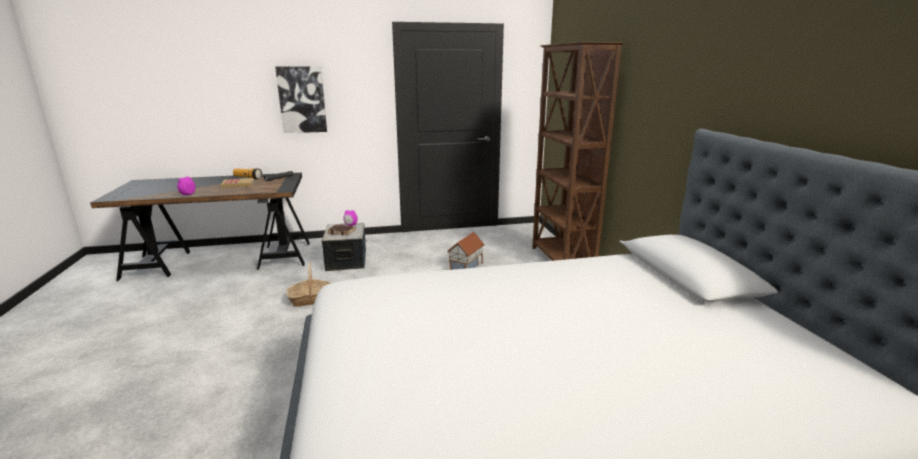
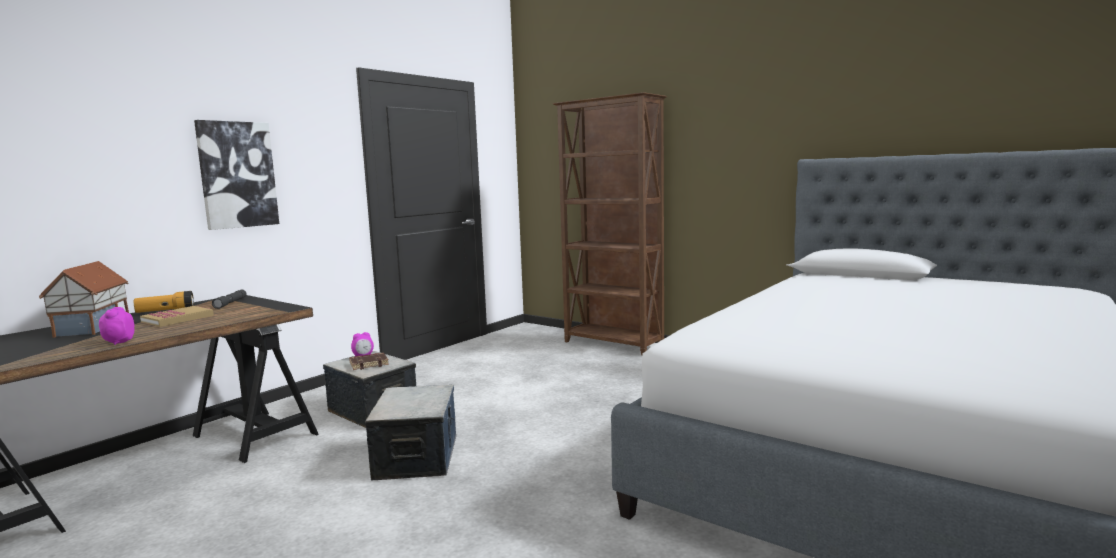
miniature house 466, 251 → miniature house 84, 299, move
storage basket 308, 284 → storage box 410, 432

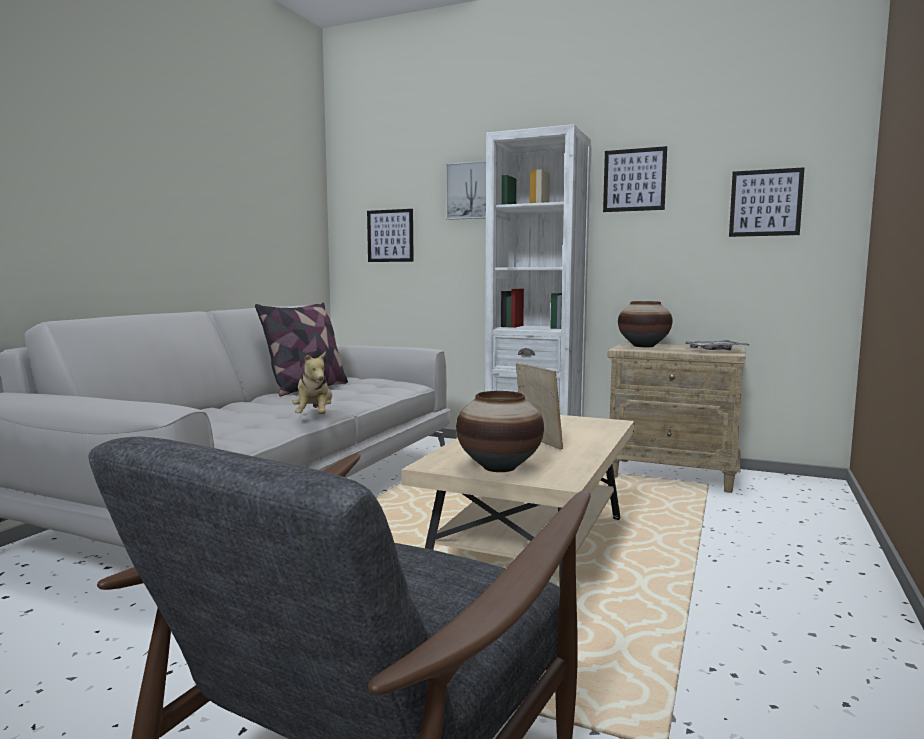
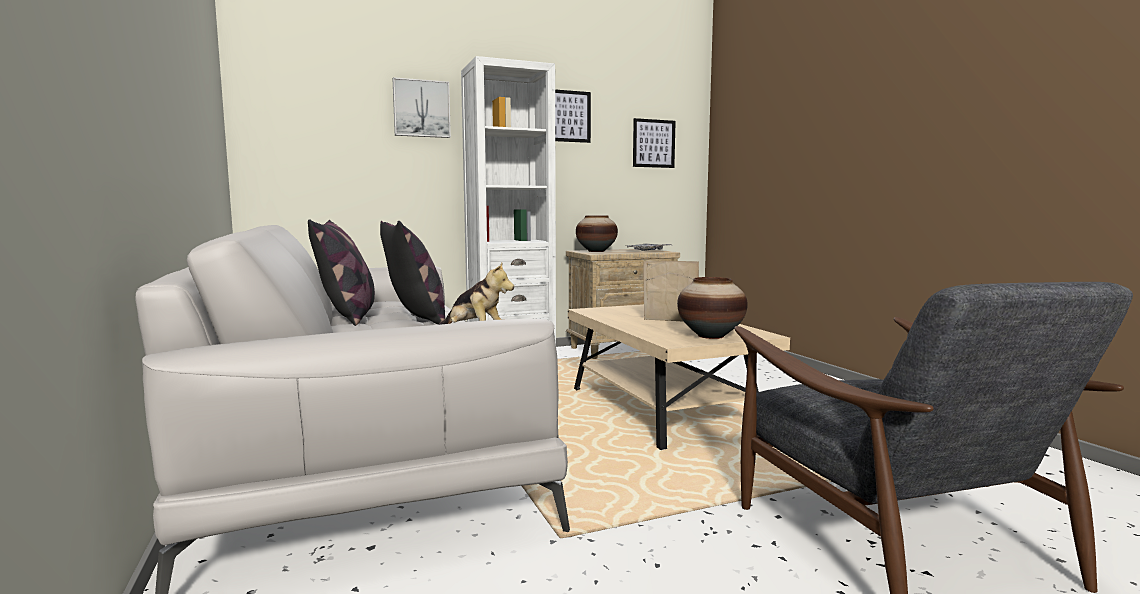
picture 390, 235 → -
- → throw pillow 412, 272

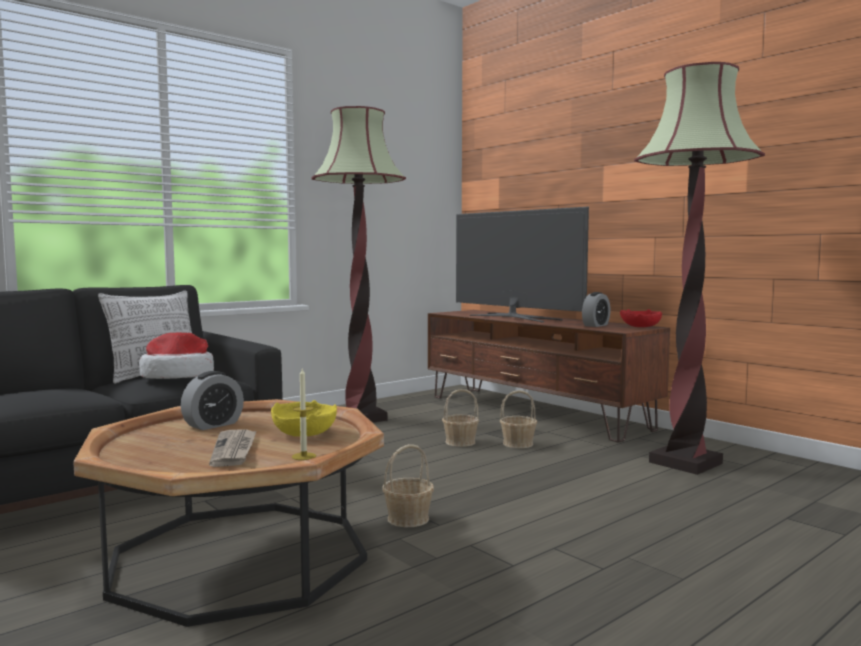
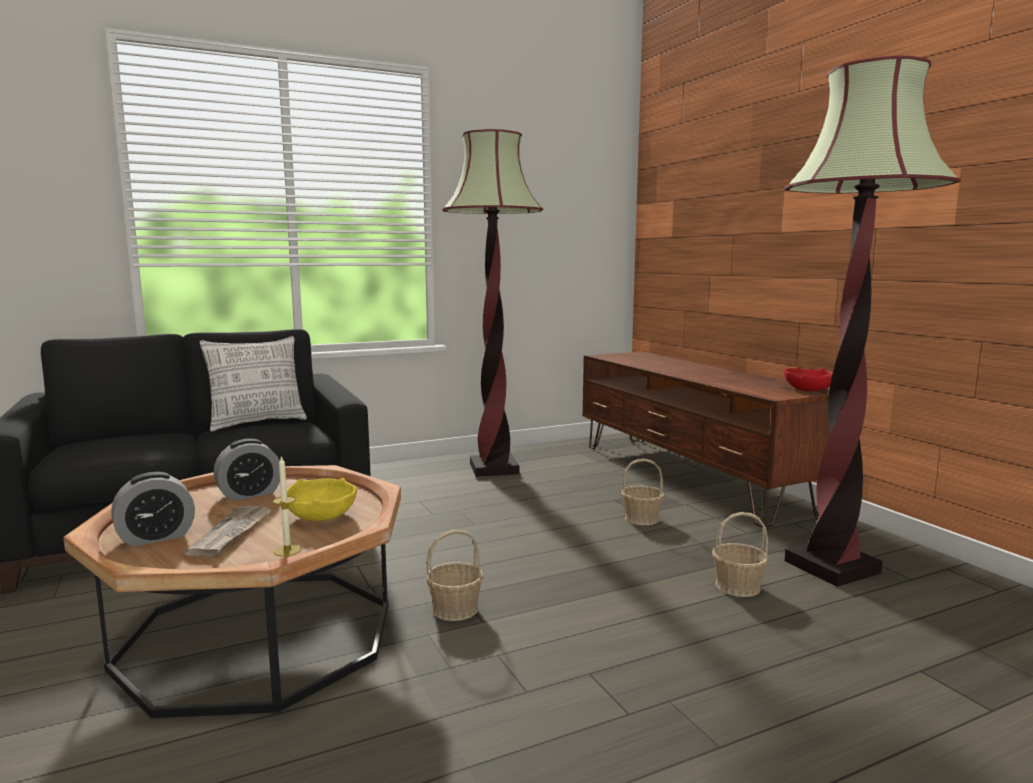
TV set 522, 264 → -
alarm clock 596, 309 → alarm clock 153, 509, move
clothing hat 176, 356 → -
storage basket 460, 418 → storage basket 740, 554, move

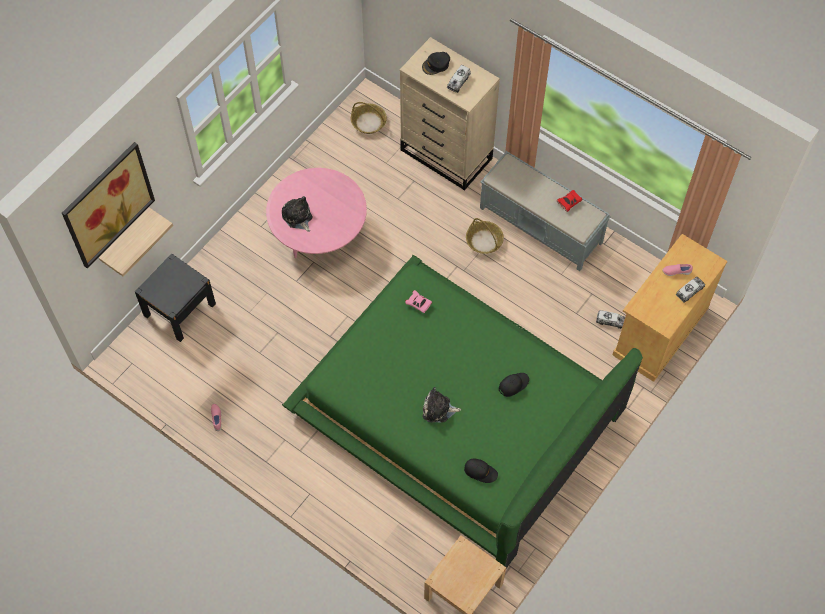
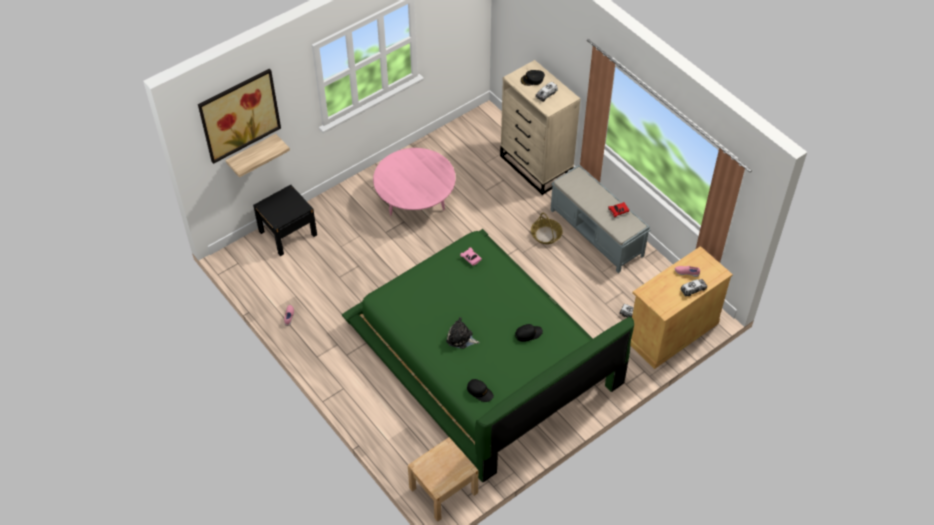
storage basket 369, 118 → -
cuddly toy 297, 214 → -

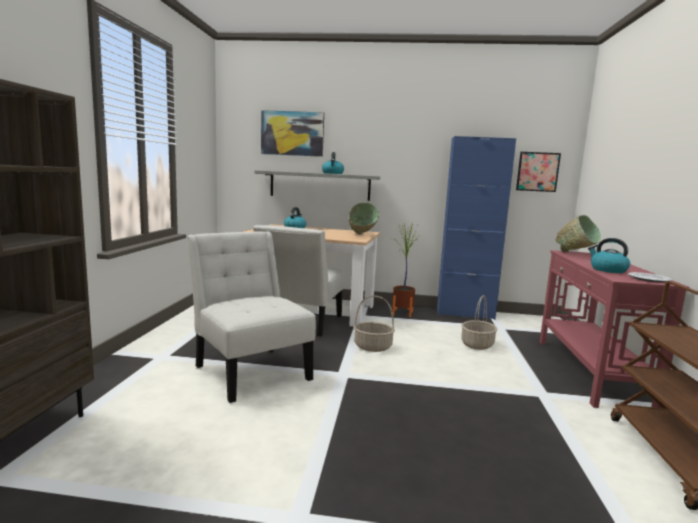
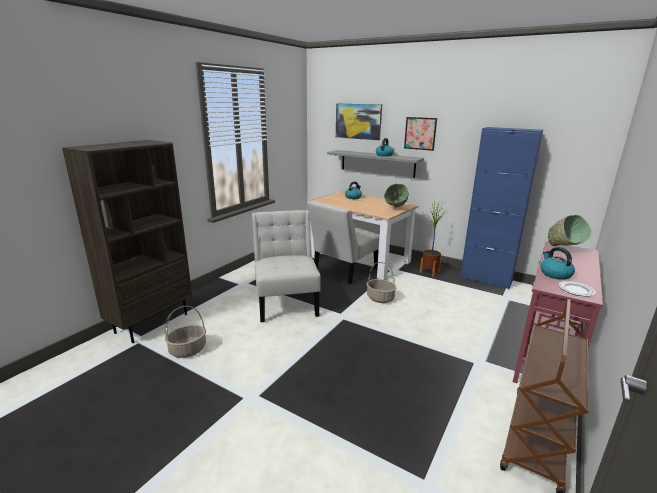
picture 538, 172 → picture 420, 134, move
storage basket 479, 322 → storage basket 185, 332, move

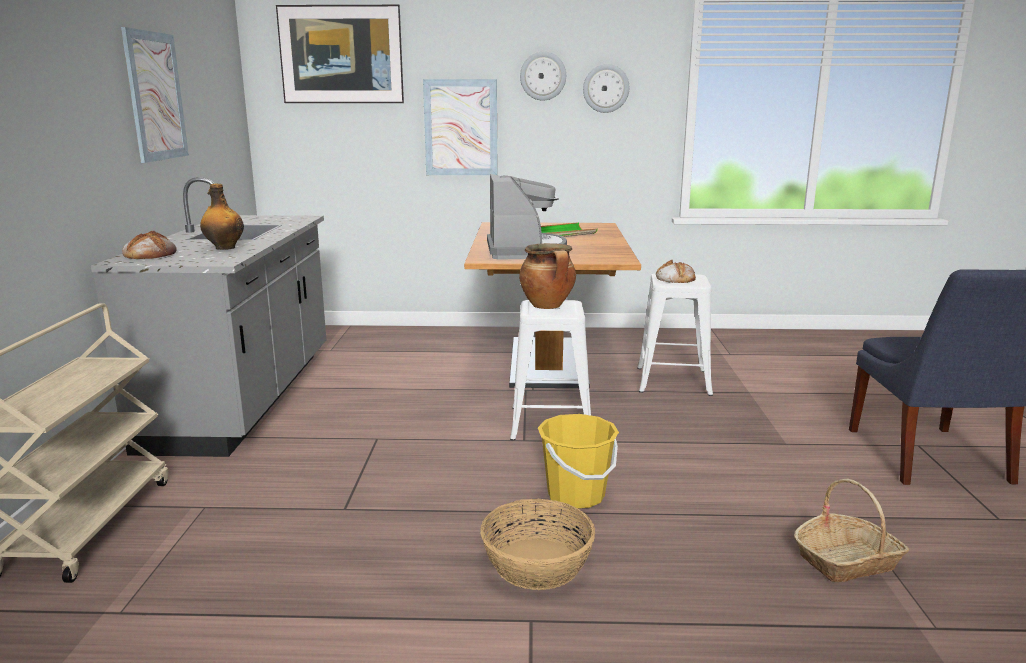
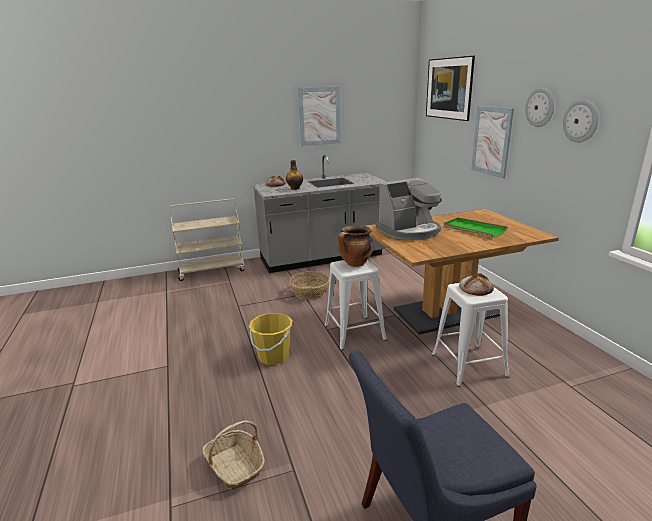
storage basket 537, 544 → storage basket 309, 285, move

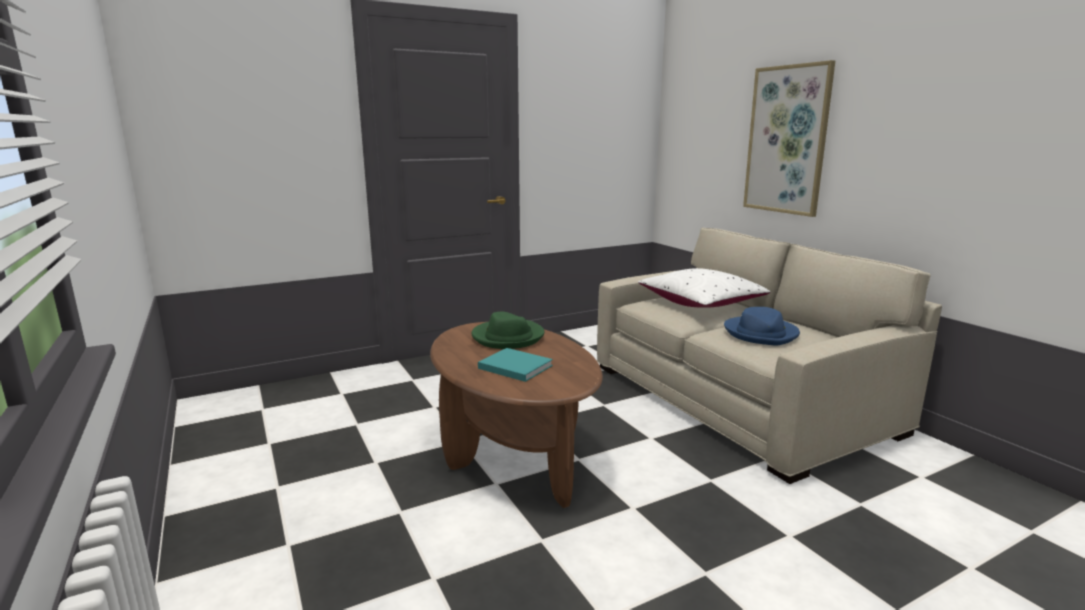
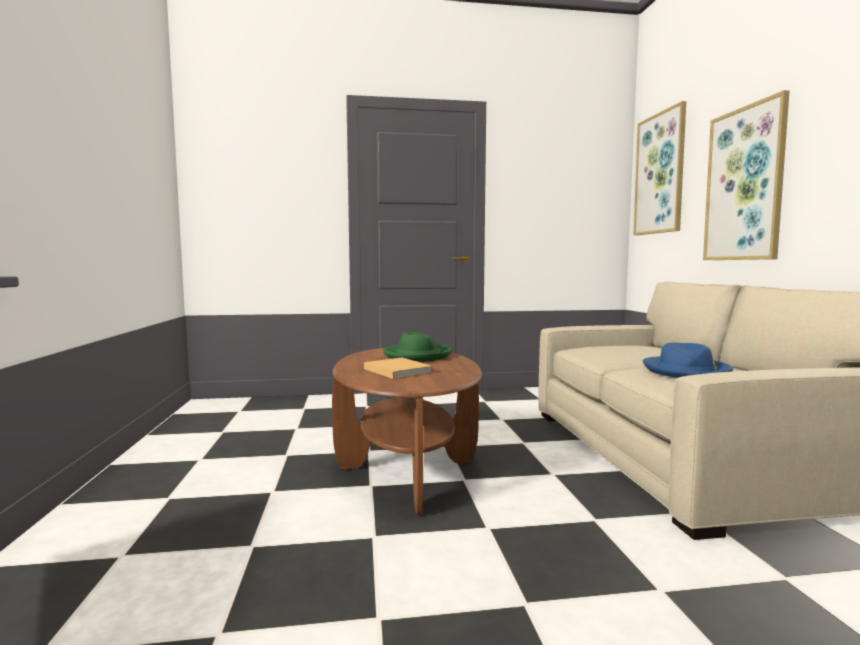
white throw pillow 704, 287 → -
turquoise-coloured book 515, 365 → beige-coloured book 398, 368
- → picture 660, 168

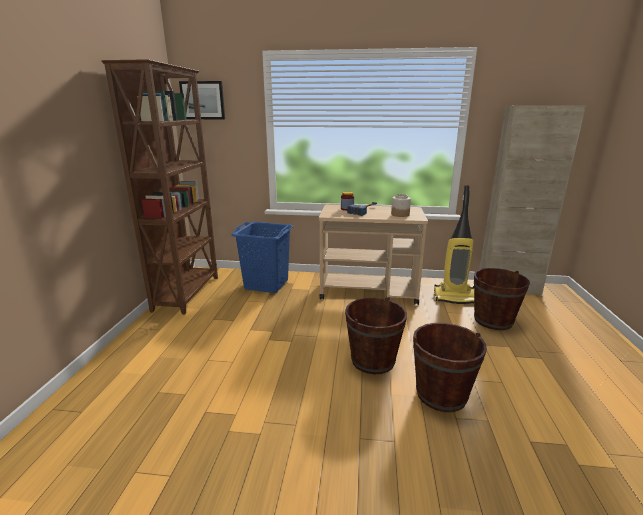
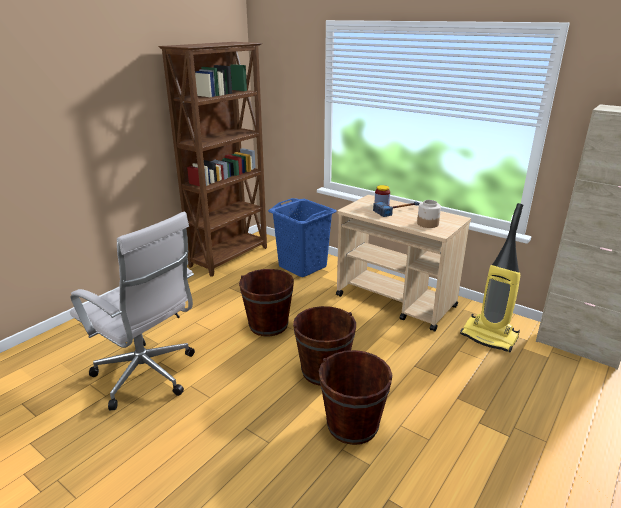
picture 202, 100 → -
brown-coloured pail 502, 299 → brown-coloured pail 266, 302, move
- → white office chair 132, 311

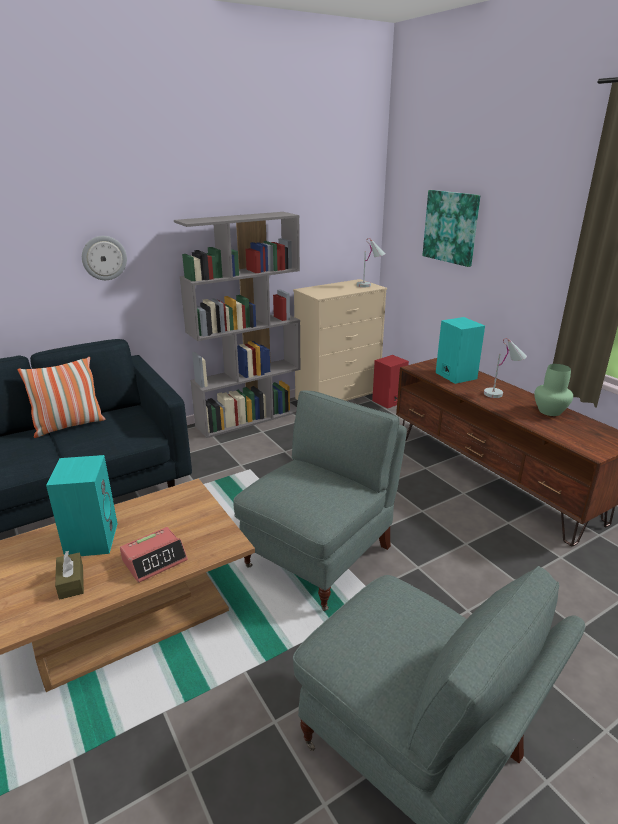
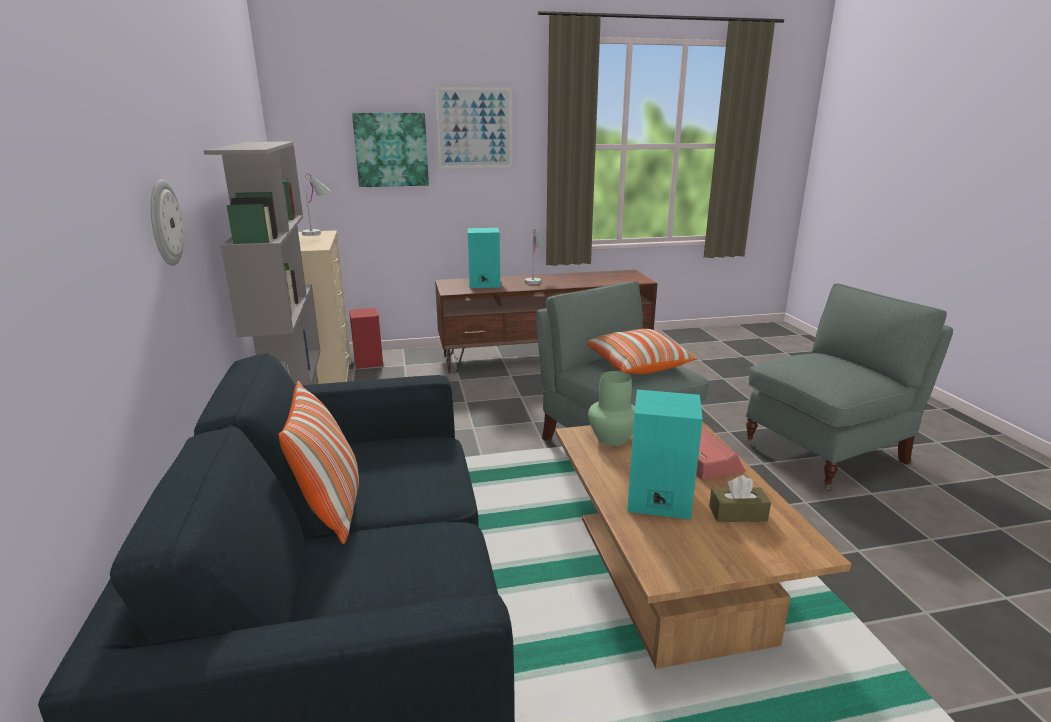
green vase 553, 390 → green vase 611, 408, move
- → picture 473, 127
- → throw pillow 642, 351

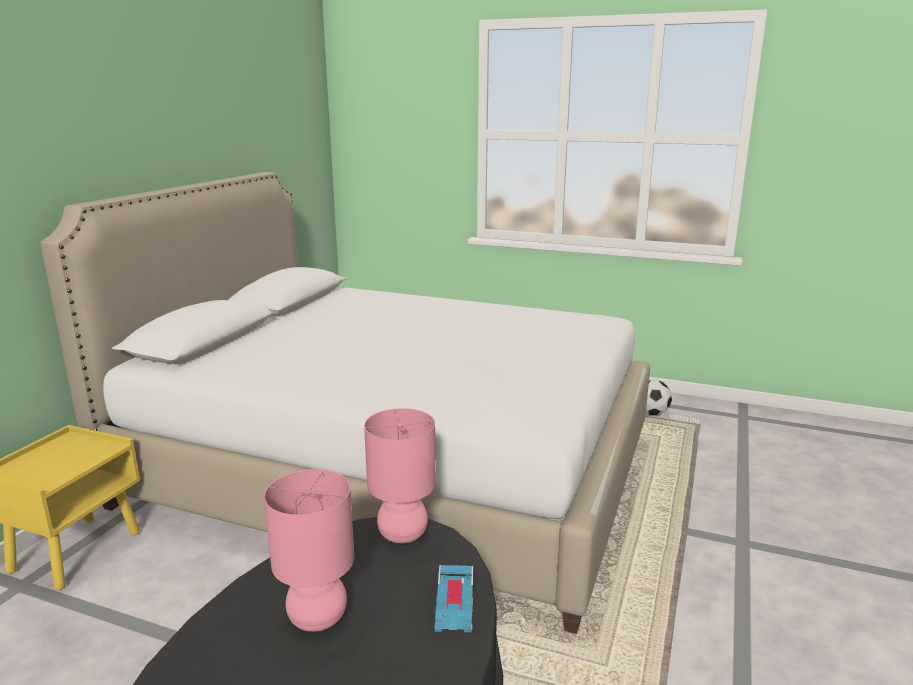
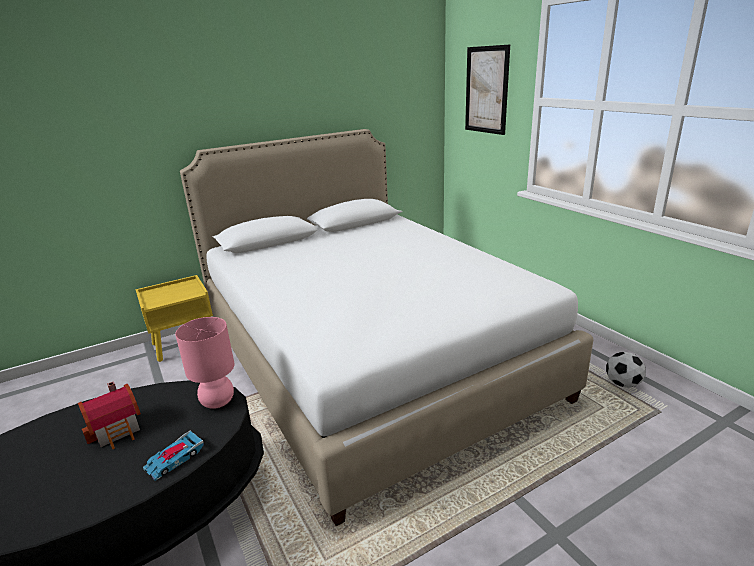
pink-coloured table lamp 309, 550 → miniature house 109, 415
- → picture 487, 90

